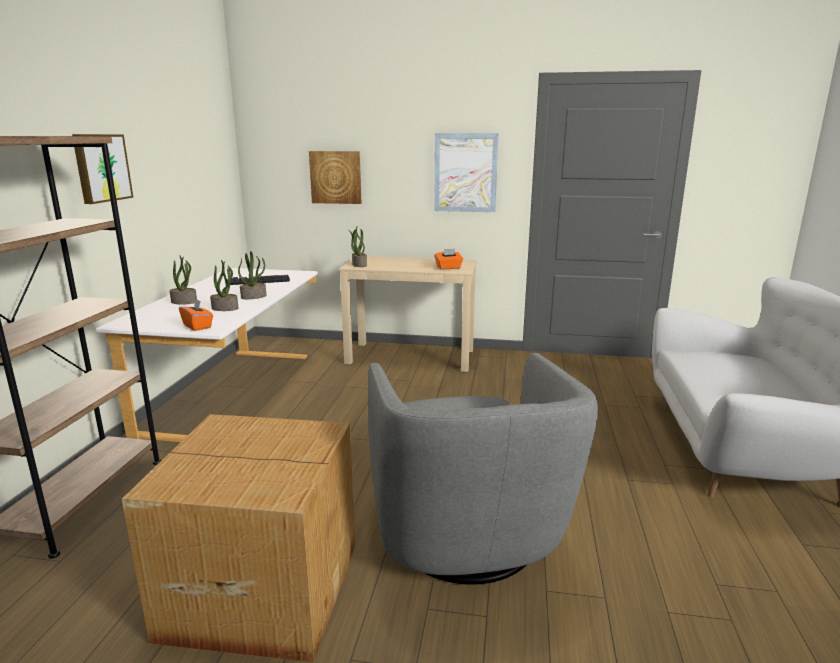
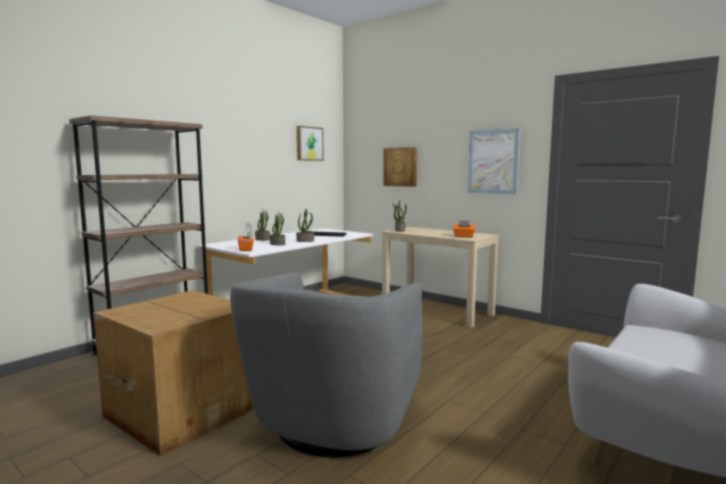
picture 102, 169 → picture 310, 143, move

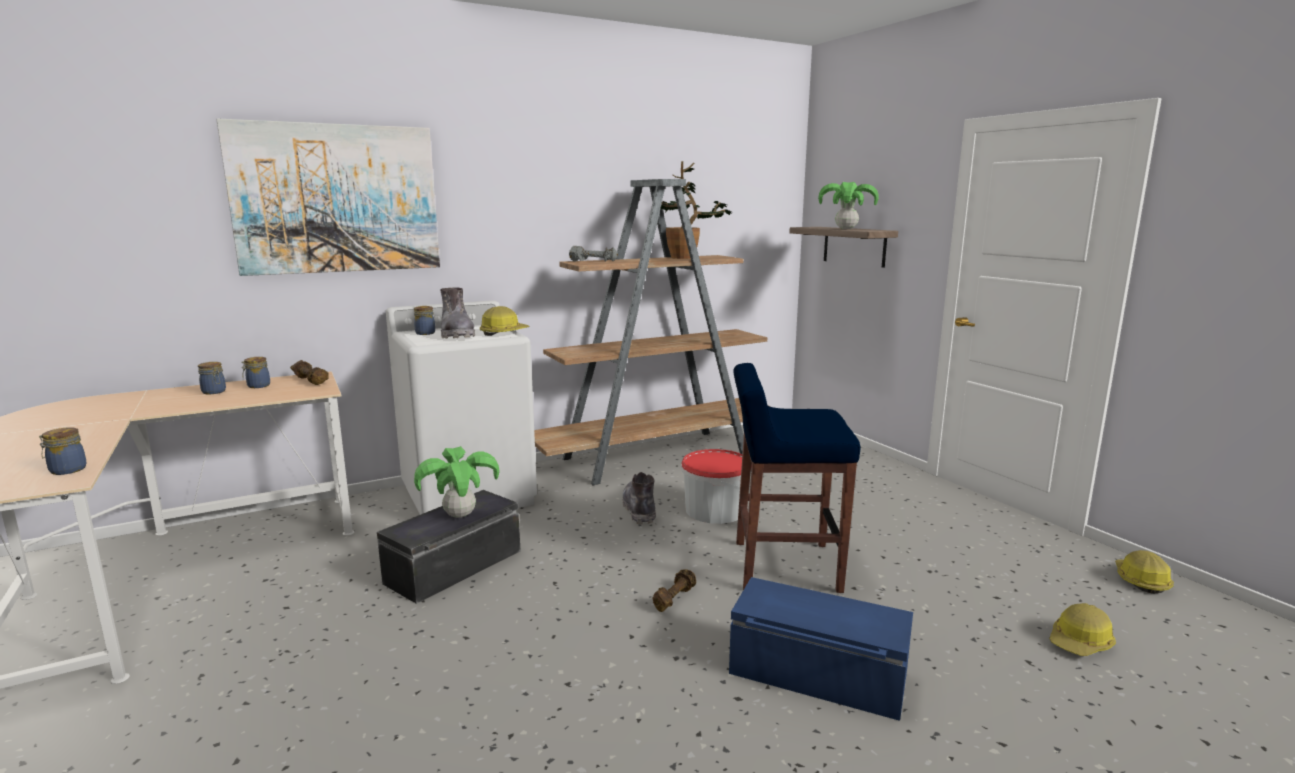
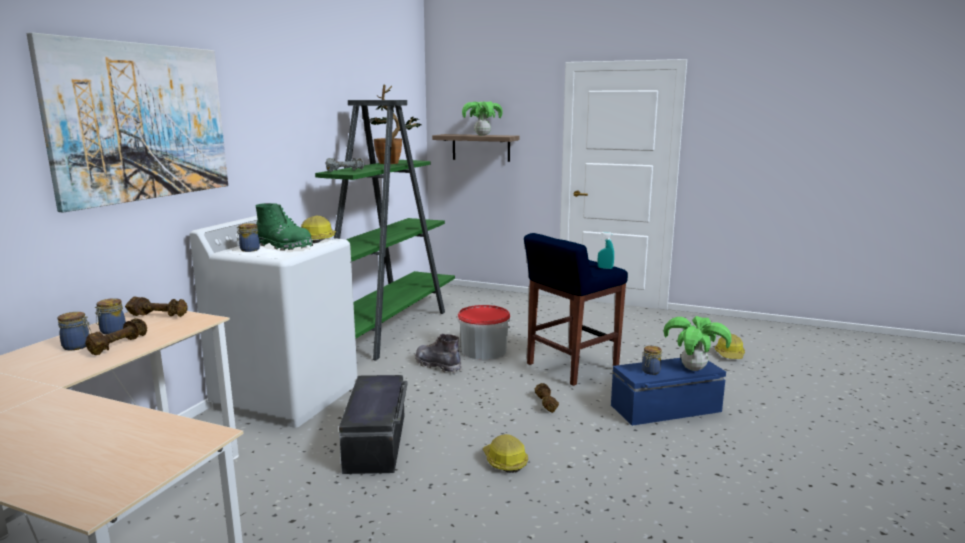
brown-coloured shelving unit 652, 332 → green shelving unit 385, 230
grey boot 457, 313 → green boot 284, 227
jar 62, 451 → jar 652, 360, move
houseplant 457, 482 → houseplant 698, 343, move
hard hat 1144, 572 → hard hat 505, 453, move
- → turquoise-coloured sprayer 606, 250
- → brown-coloured free weight 116, 336

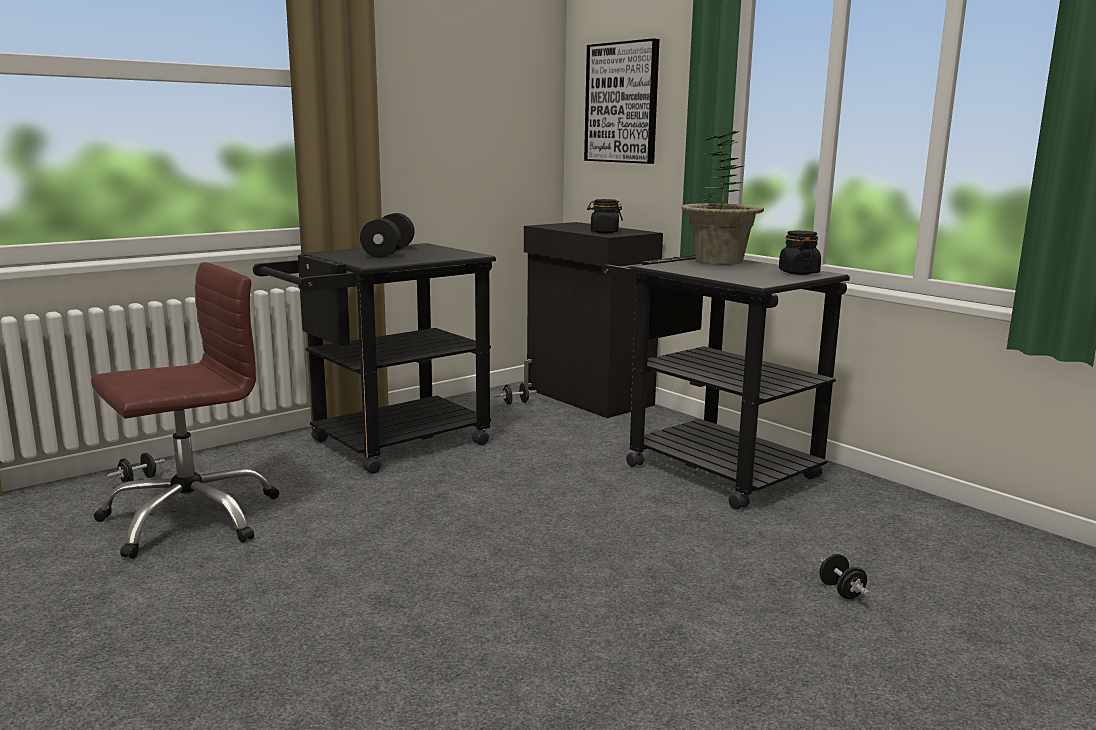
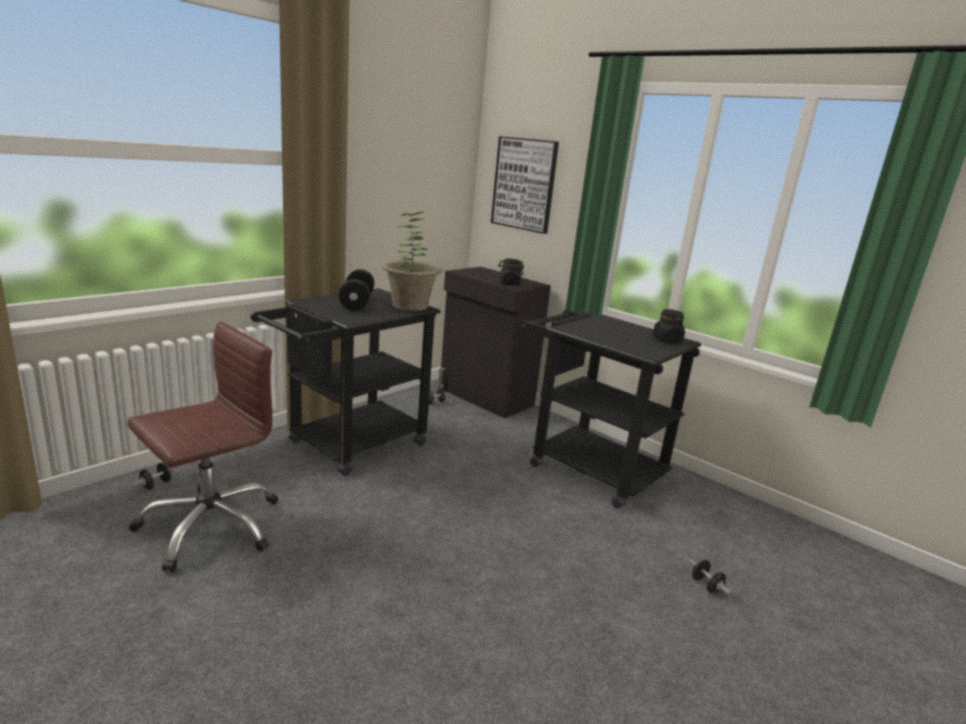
houseplant 722, 198 → houseplant 412, 261, move

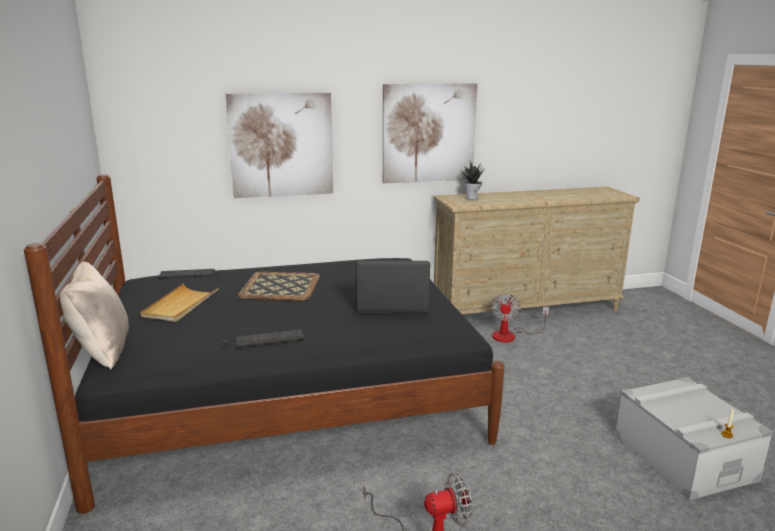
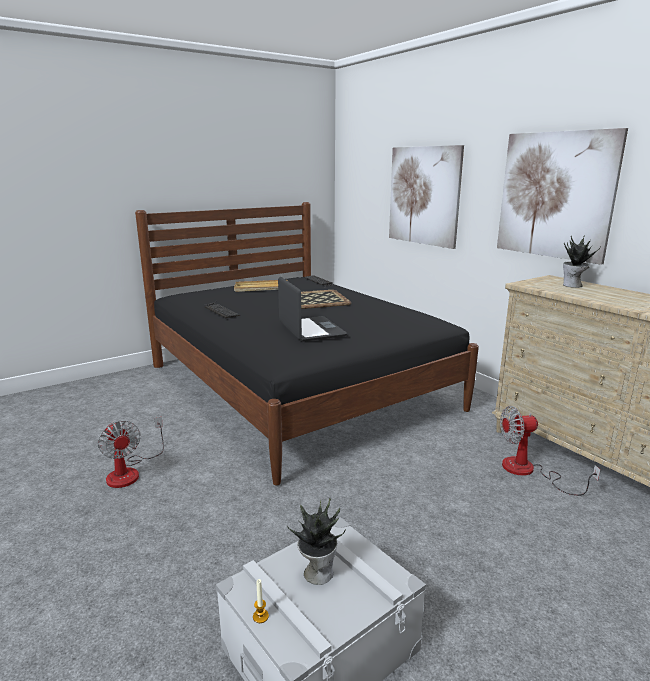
beige-coloured throw pillow 93, 316 → -
- → houseplant 316, 541

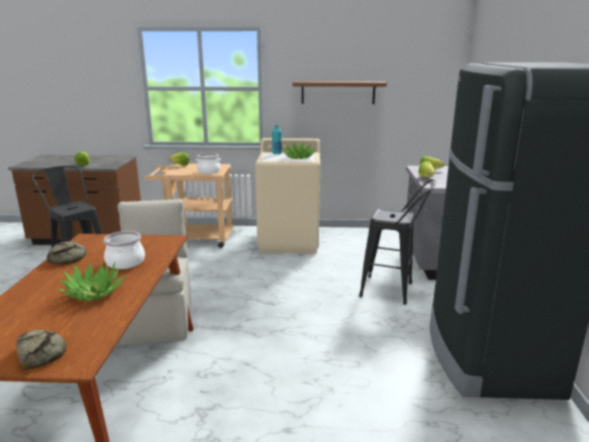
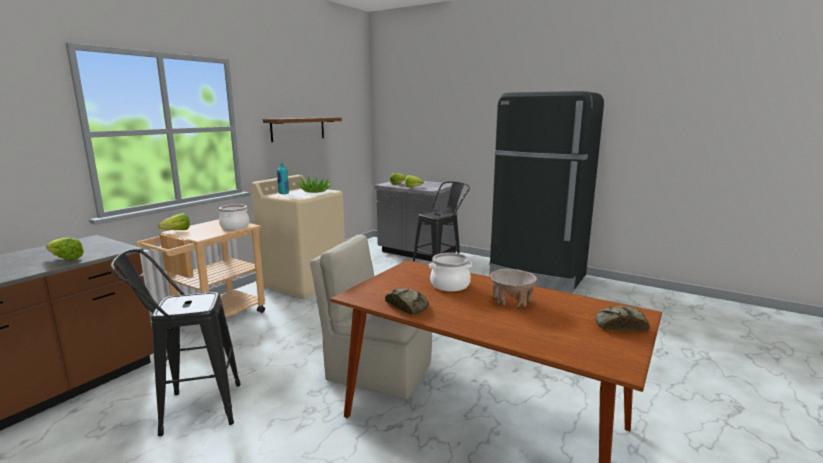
houseplant 92, 281 → beige-coloured serving bowl 513, 288

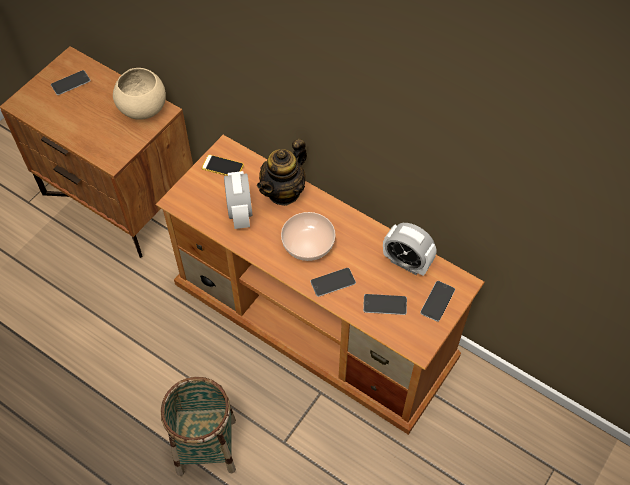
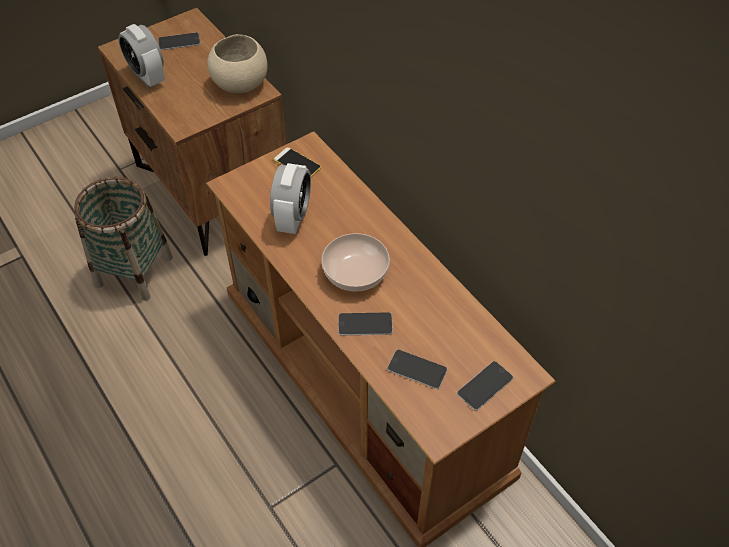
teapot 282, 172 → -
alarm clock 409, 249 → alarm clock 141, 56, move
storage basket 198, 426 → storage basket 123, 239, move

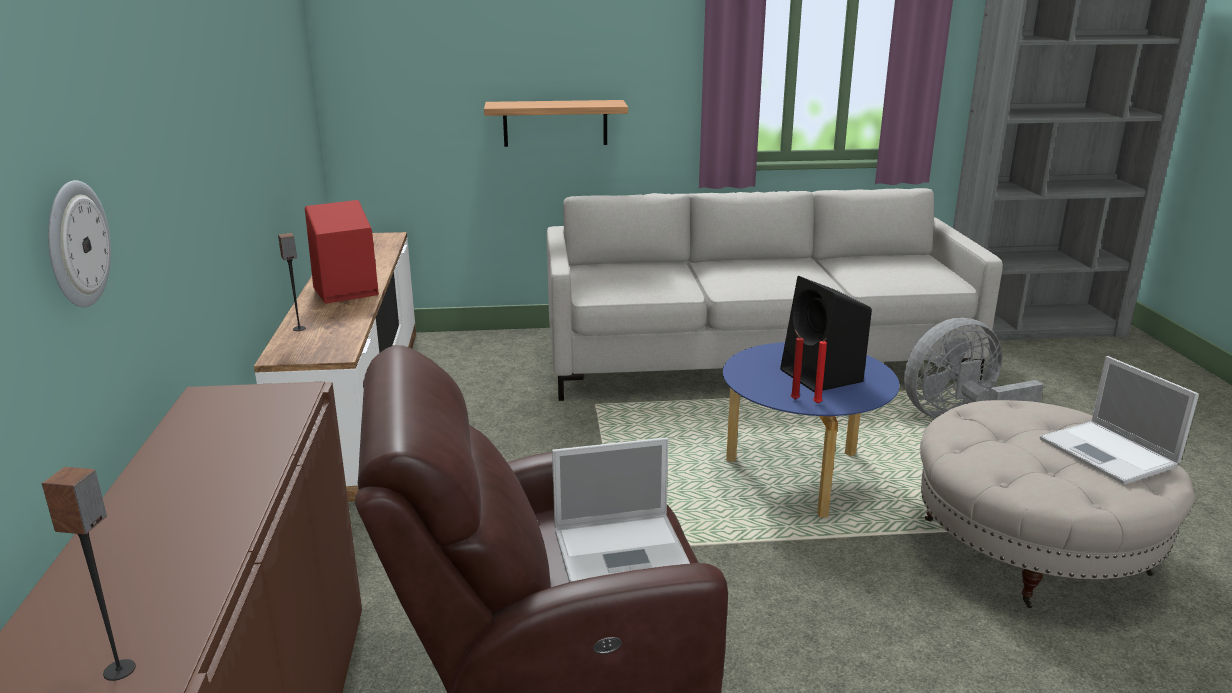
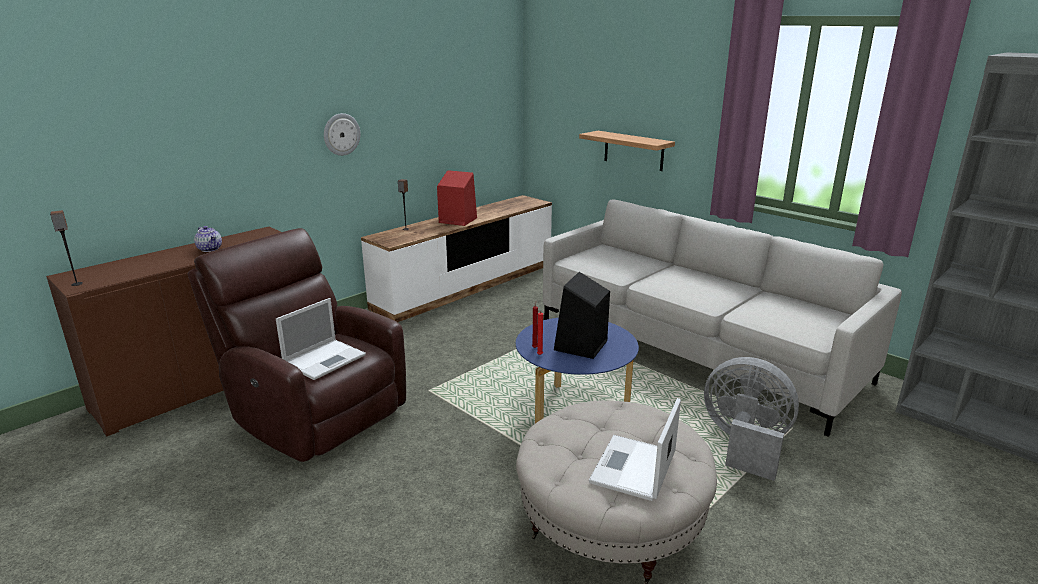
wall clock 79, 243 → wall clock 342, 134, move
laptop 621, 509 → laptop 321, 339, 90 degrees counterclockwise
- → teapot 208, 239

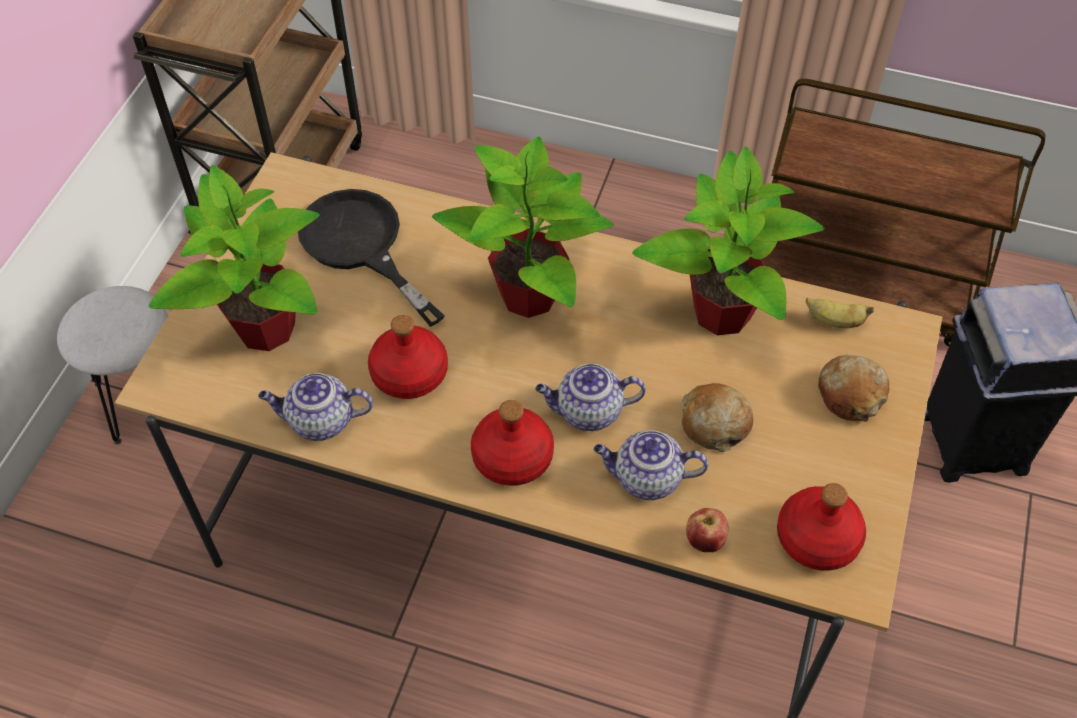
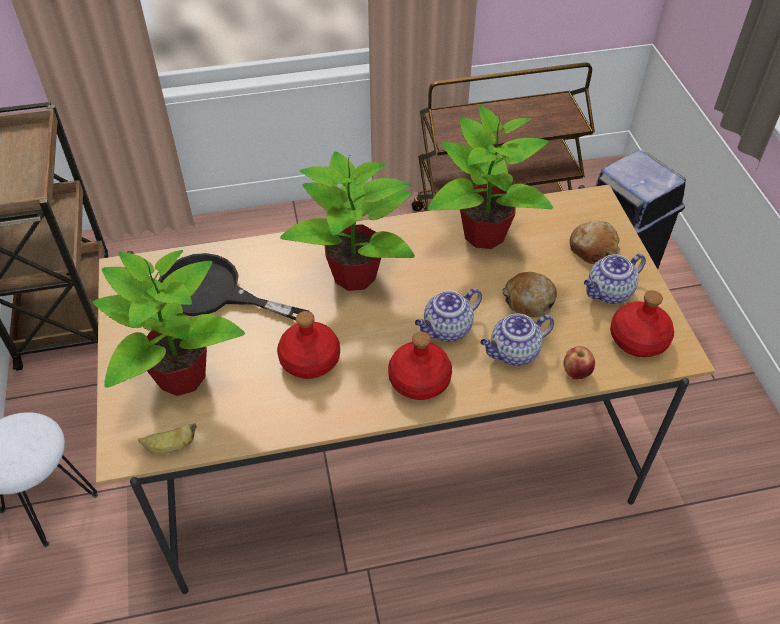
banana 840, 313 → banana 167, 438, move
teapot 315, 407 → teapot 615, 279, move

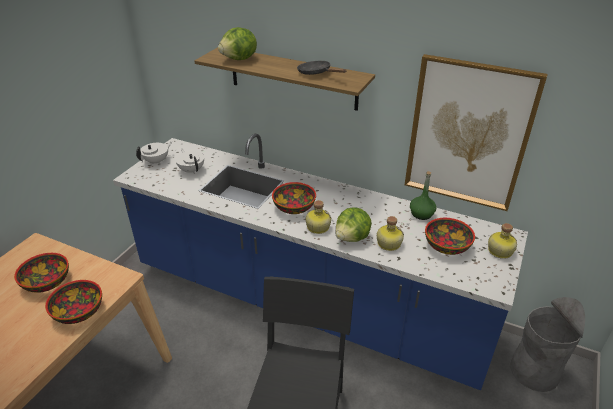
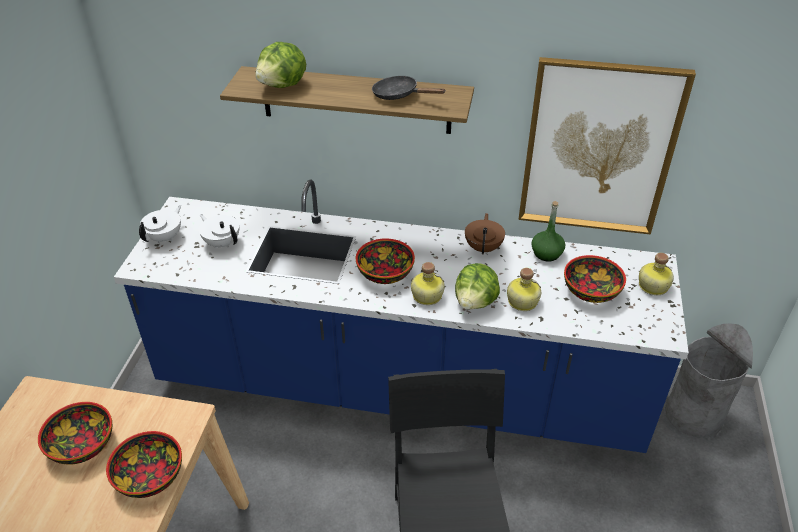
- → brown-coloured teapot 485, 233

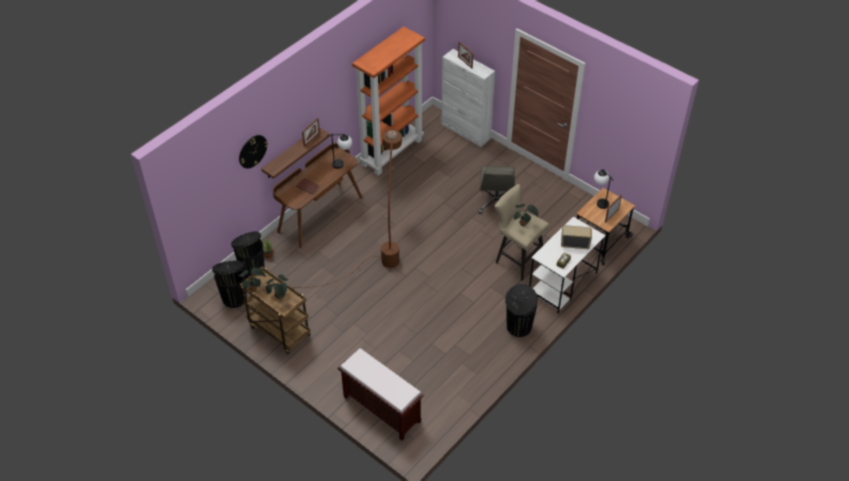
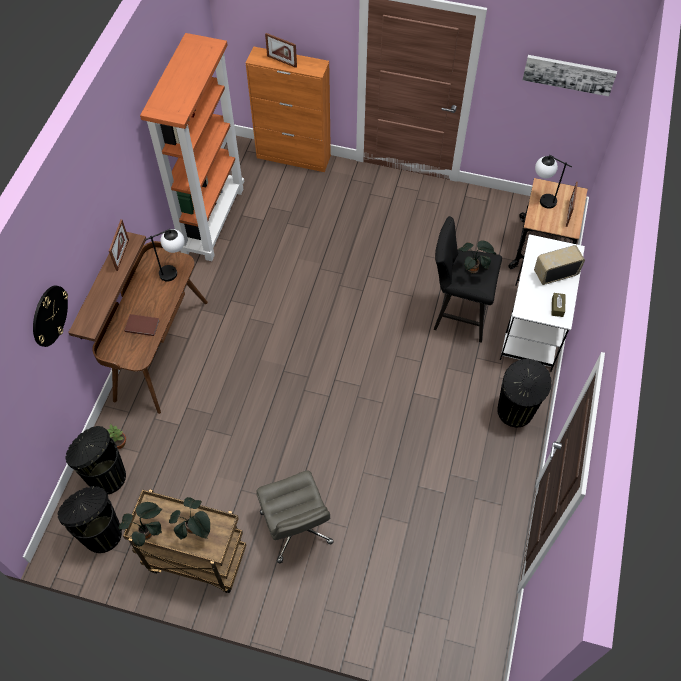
white cabinet 468, 98 → orange cabinet 288, 109
brown-coloured standard lamp 347, 208 → -
grey office chair 496, 189 → grey office chair 295, 516, move
beige-coloured sitting stool 521, 232 → blackish sitting stool 468, 279
brown-coloured long seat 381, 394 → -
- → picture 570, 75

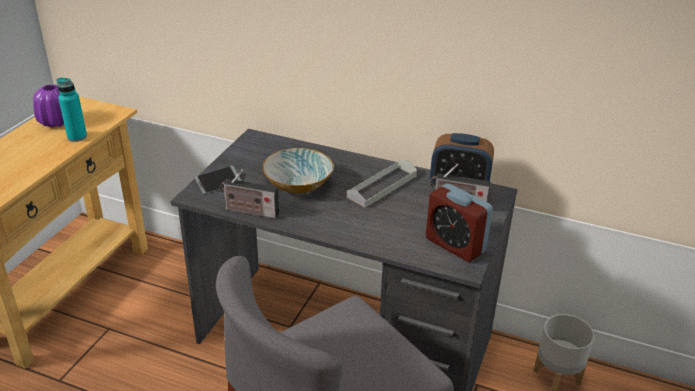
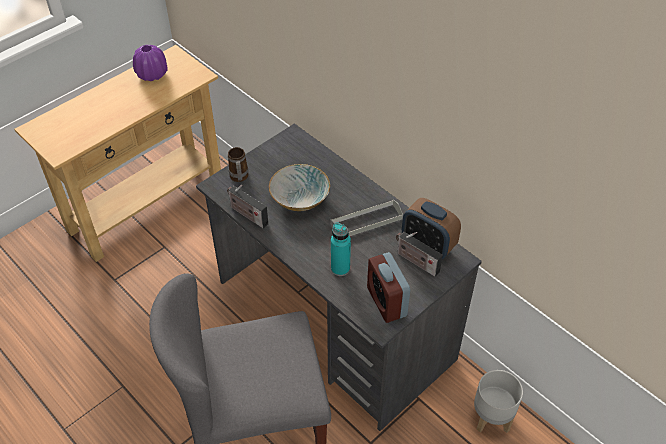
turquoise-coloured beverage bottle 71, 110 → turquoise-coloured beverage bottle 341, 249, move
phone 218, 179 → mug 238, 164

